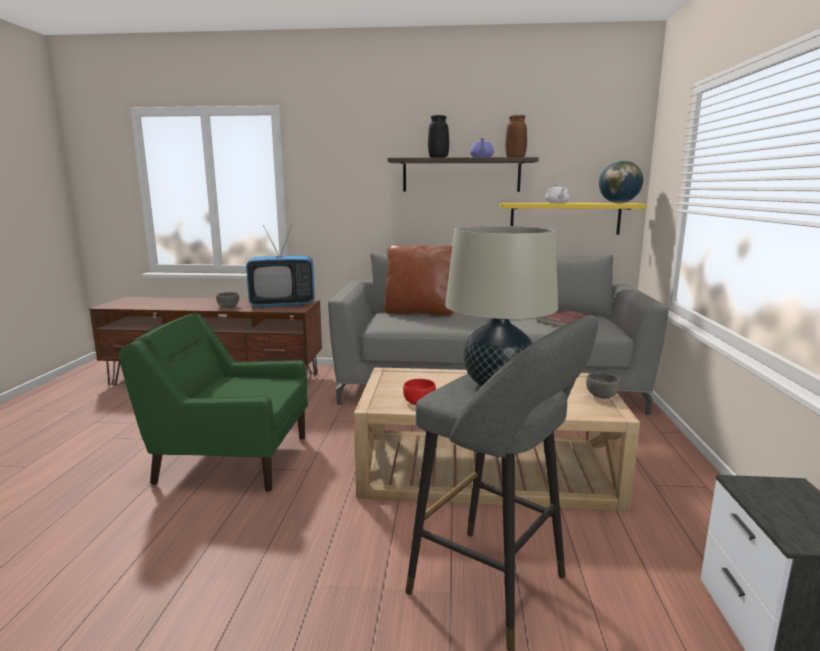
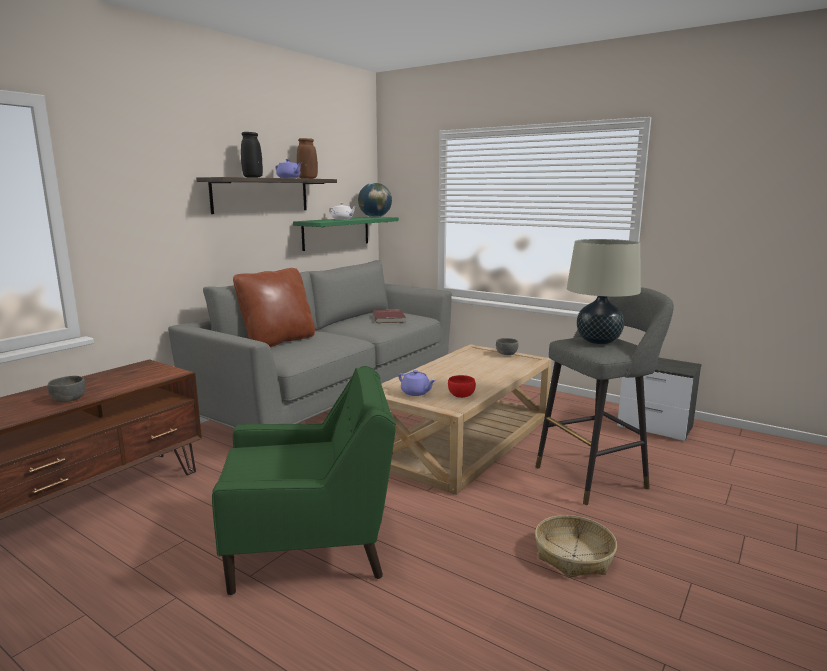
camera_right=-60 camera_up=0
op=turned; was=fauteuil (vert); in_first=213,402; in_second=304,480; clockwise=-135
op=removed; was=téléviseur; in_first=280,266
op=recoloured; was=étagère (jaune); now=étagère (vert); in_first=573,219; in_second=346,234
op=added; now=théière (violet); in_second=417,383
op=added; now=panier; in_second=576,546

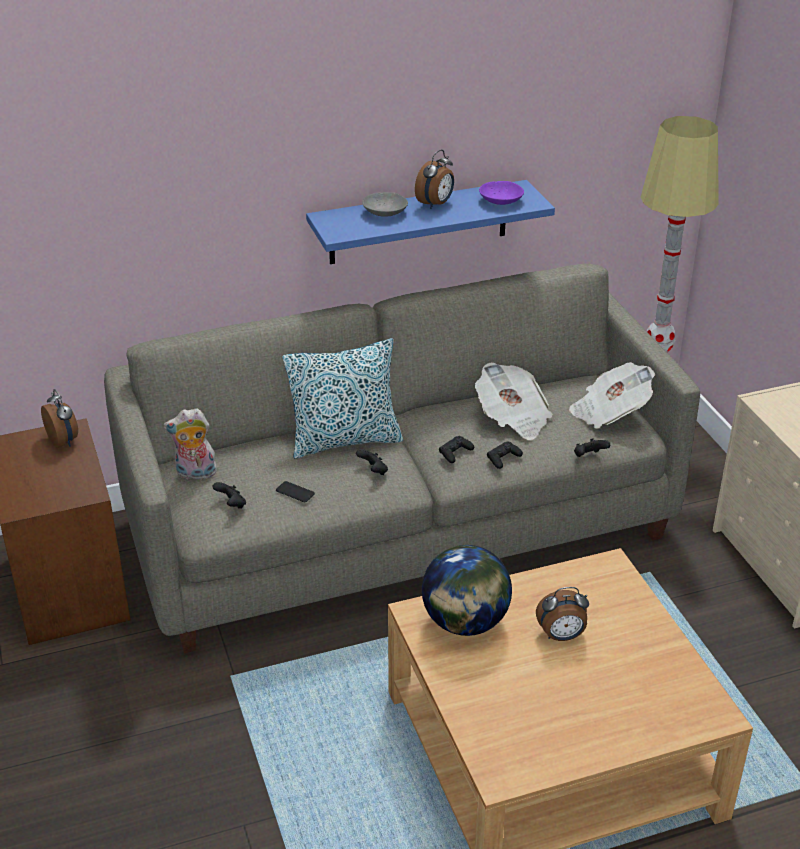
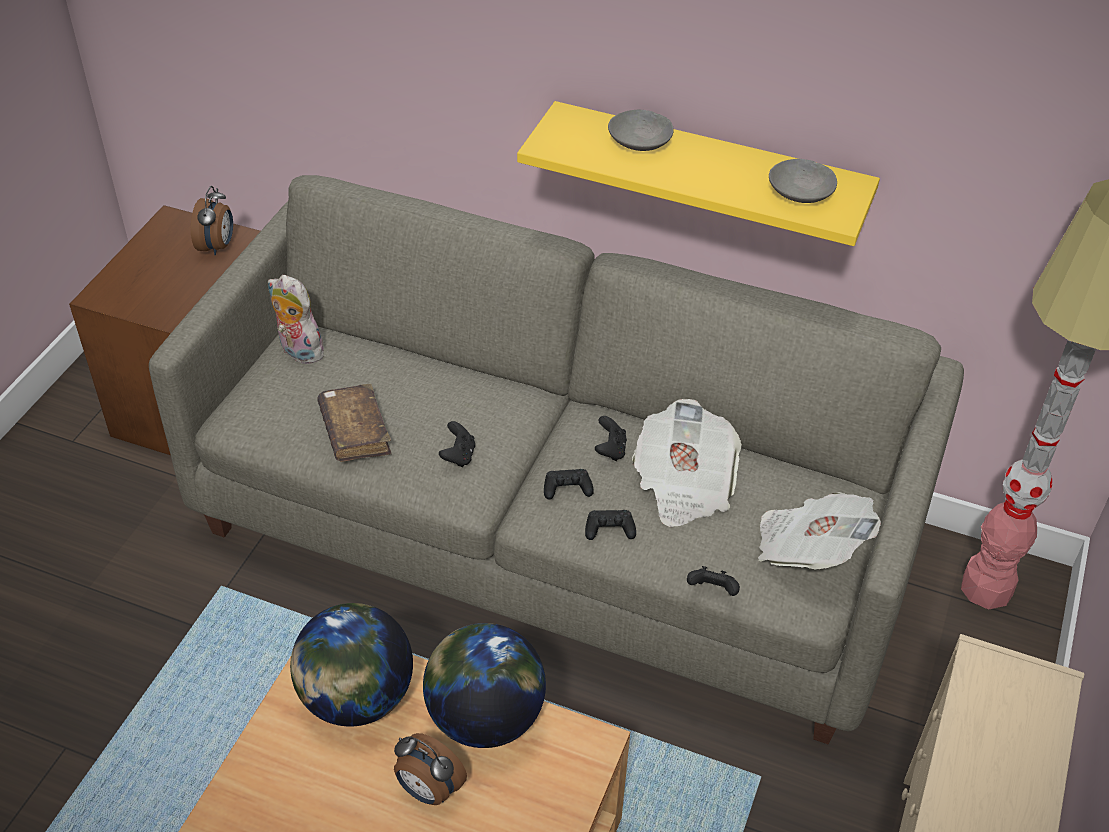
camera_right=40 camera_up=10
op=moved; was=manette (noir); in_first=229,495; in_second=611,438
op=replaced; was=téléphone; now=livre (marron); in_first=295,491; in_second=354,423
op=removed; was=coussin; in_first=343,398
op=recoloured; was=étagère (bleu); now=étagère (jaune); in_first=430,222; in_second=698,173
op=removed; was=réveil; in_first=434,179
op=recoloured; was=bol (violet); now=bol (gris); in_first=501,193; in_second=803,181
op=added; now=globe; in_second=484,685

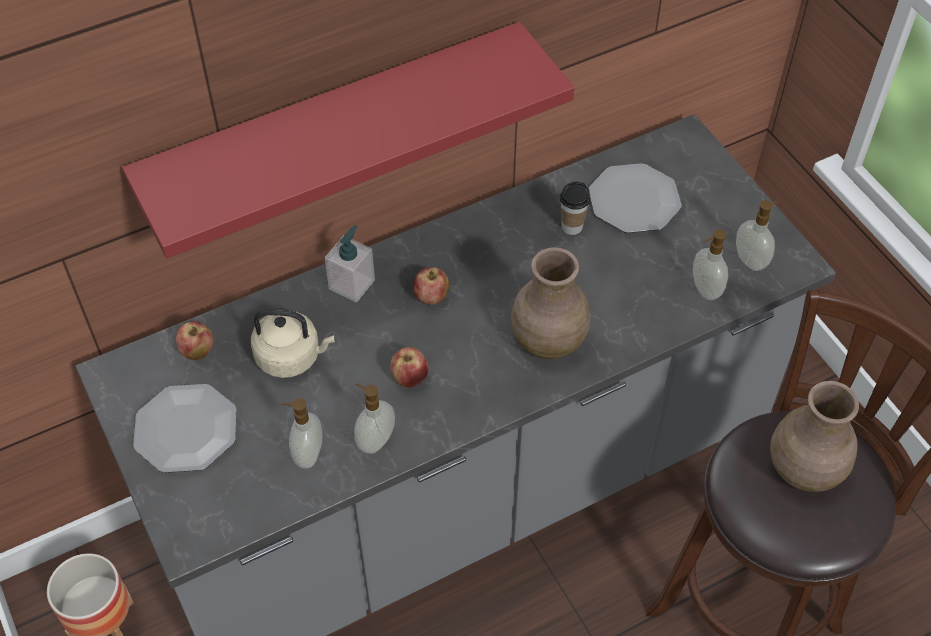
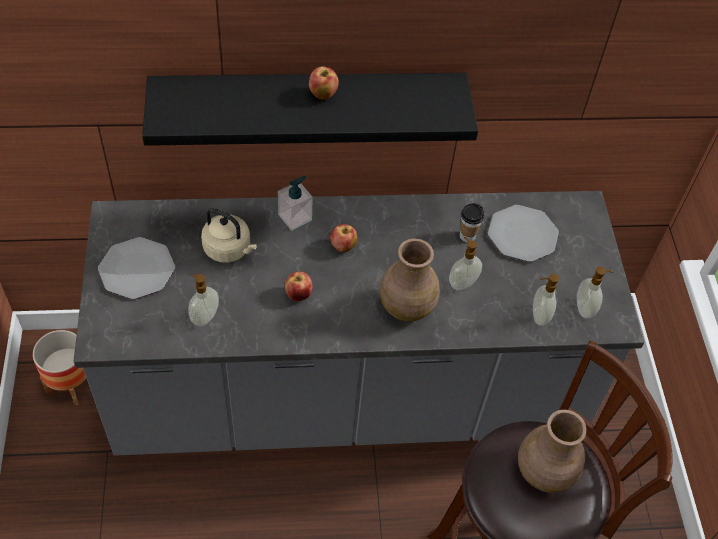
camera_right=20 camera_up=0
op=recoloured; was=étagère (rouge); now=étagère (noir); in_first=348,140; in_second=310,109
op=moved; was=pomme; in_first=195,340; in_second=324,83
op=moved; was=distributeur de savon; in_first=374,418; in_second=465,263

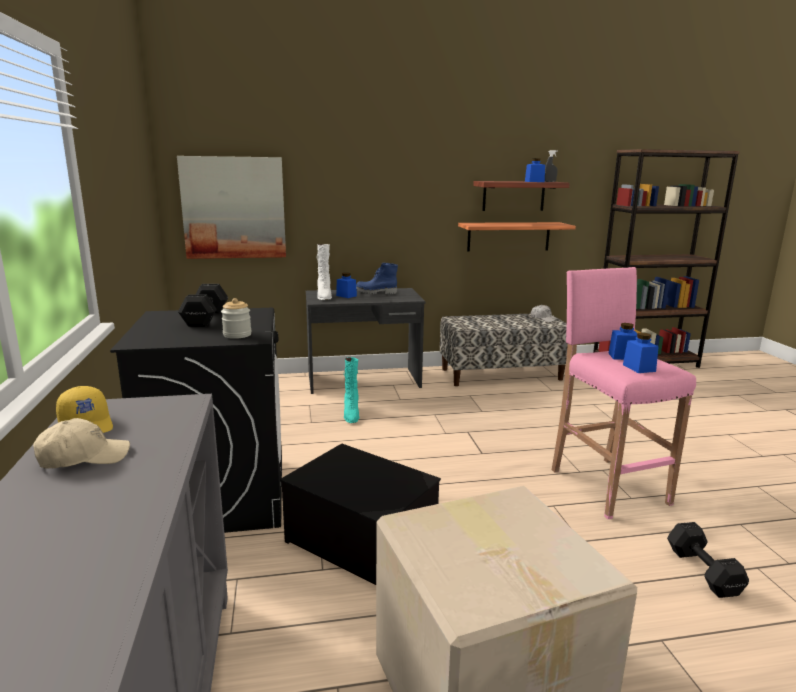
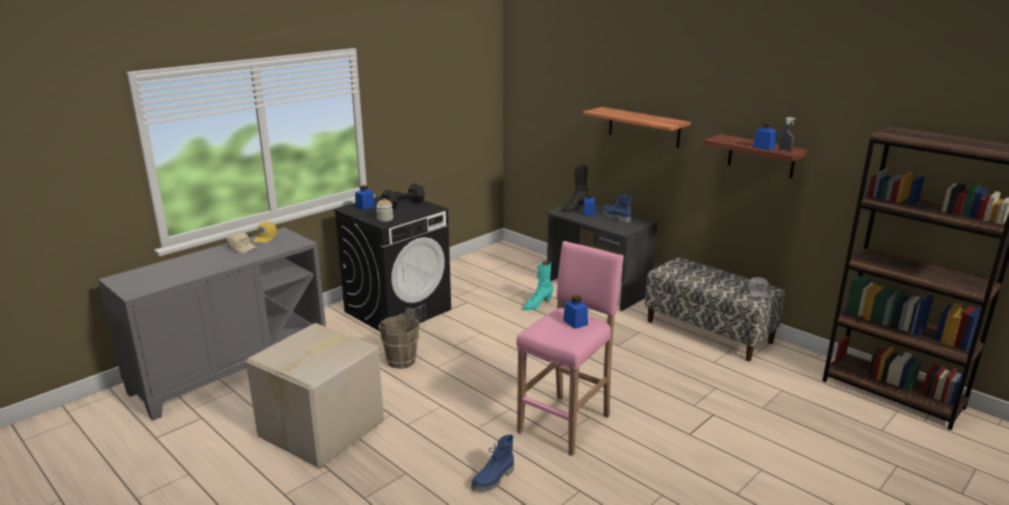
camera_right=55 camera_up=5
op=removed; was=tableau; in_first=231,207
op=replaced; was=boîte de rangement; now=seau (marron); in_first=360,514; in_second=399,338
op=recoloured; was=botte (blanc); now=botte (noir); in_first=324,272; in_second=575,188
op=moved; was=étagère; in_first=517,237; in_second=636,127
op=moved; was=bocal (bleu); in_first=641,352; in_second=365,197
op=replaced; was=haltère (noir); now=botte (bleu); in_first=708,560; in_second=492,463

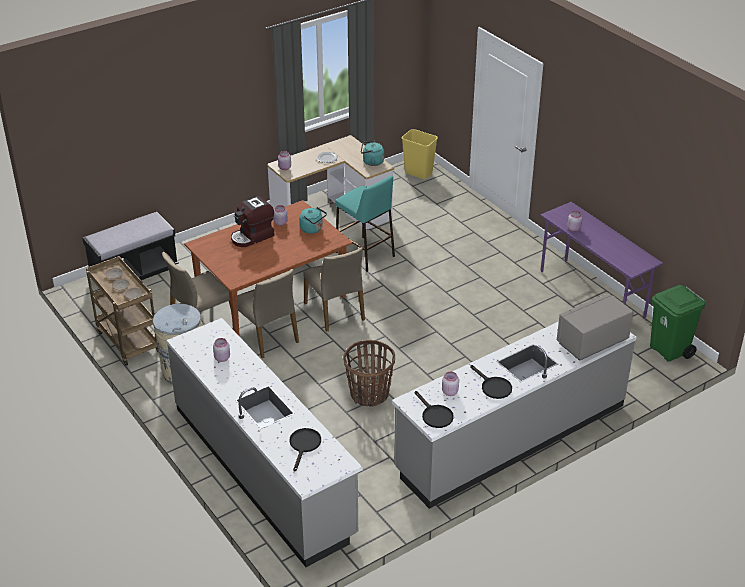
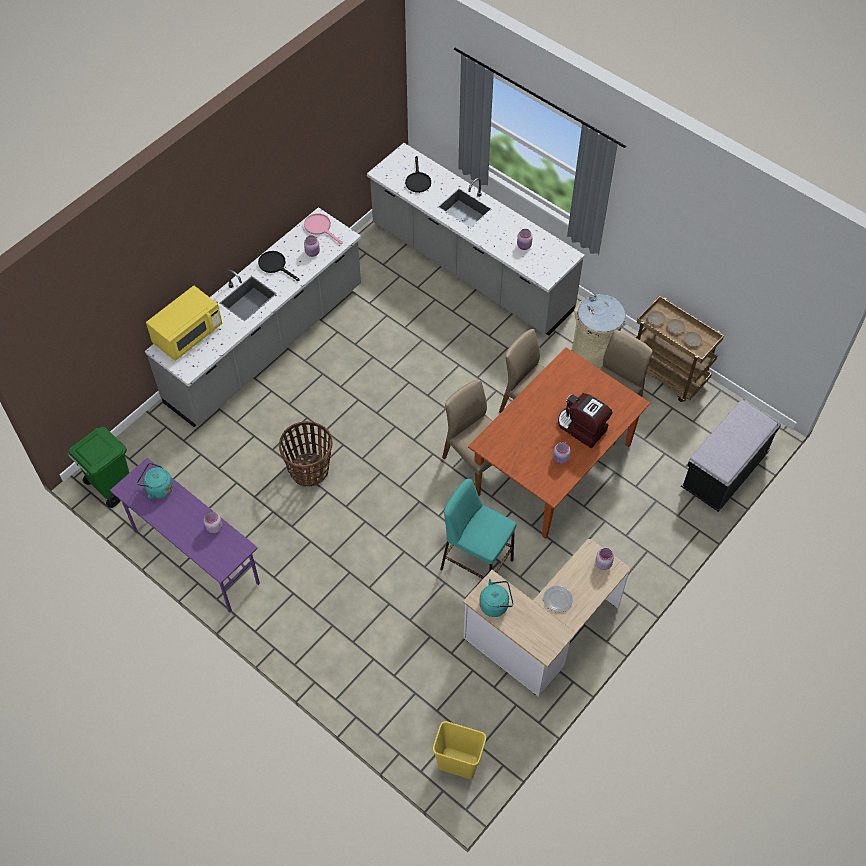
camera_right=165 camera_up=20
op=turned; was=machine à café; in_first=253,221; in_second=585,420; clockwise=-90
op=moved; was=bouilloire (turquoise); in_first=313,220; in_second=155,481
op=moved; was=panier; in_first=369,373; in_second=305,454
op=recoloured; was=poêle (noir); now=poêle (rose); in_first=434,409; in_second=323,229
op=recoloured; was=micro-ondes (gris); now=micro-ondes (jaune); in_first=595,327; in_second=184,323

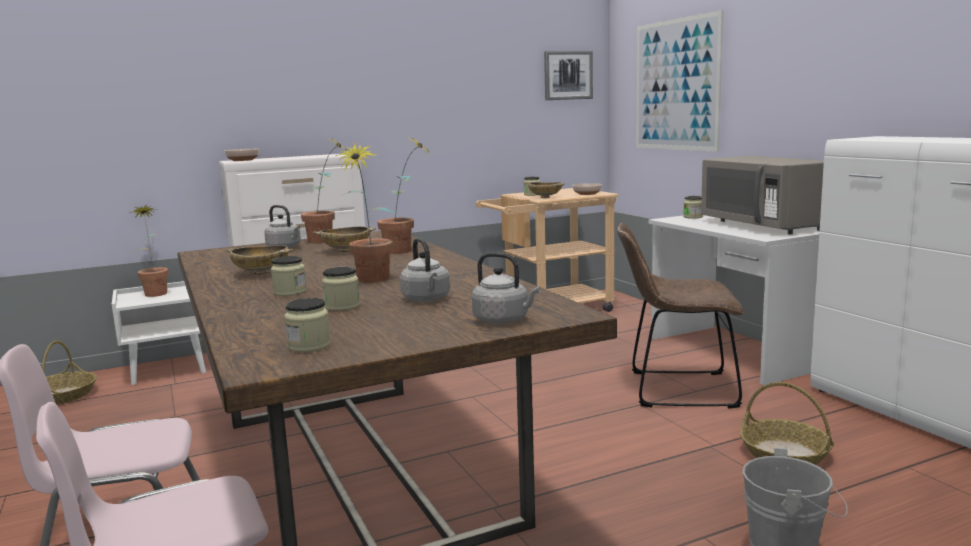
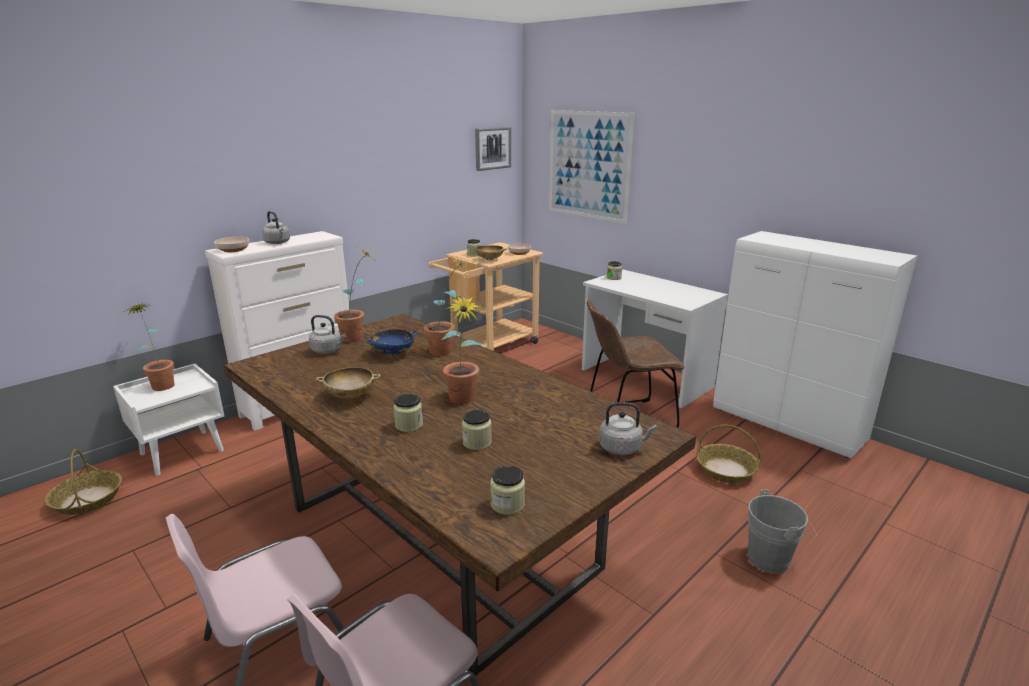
camera_right=-20 camera_up=10
op=recoloured; was=bol (beige); now=bol (bleu); in_first=344,239; in_second=391,342
op=moved; was=bouilloire (gris); in_first=425,270; in_second=276,227
op=removed; was=micro-ondes (gris); in_first=762,195

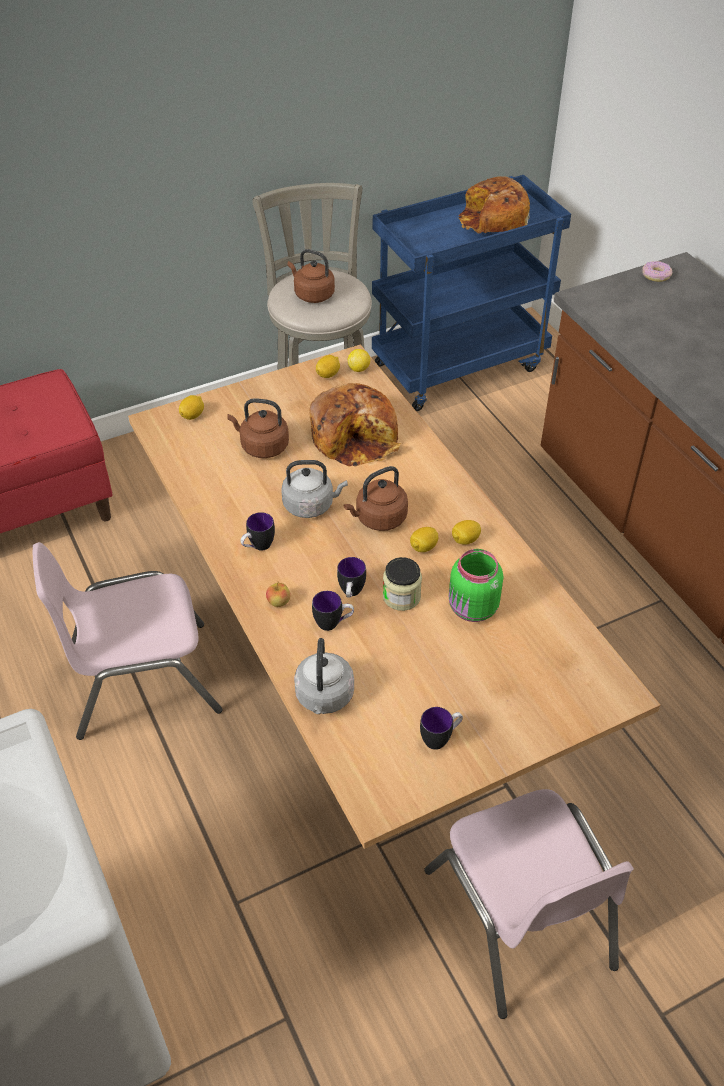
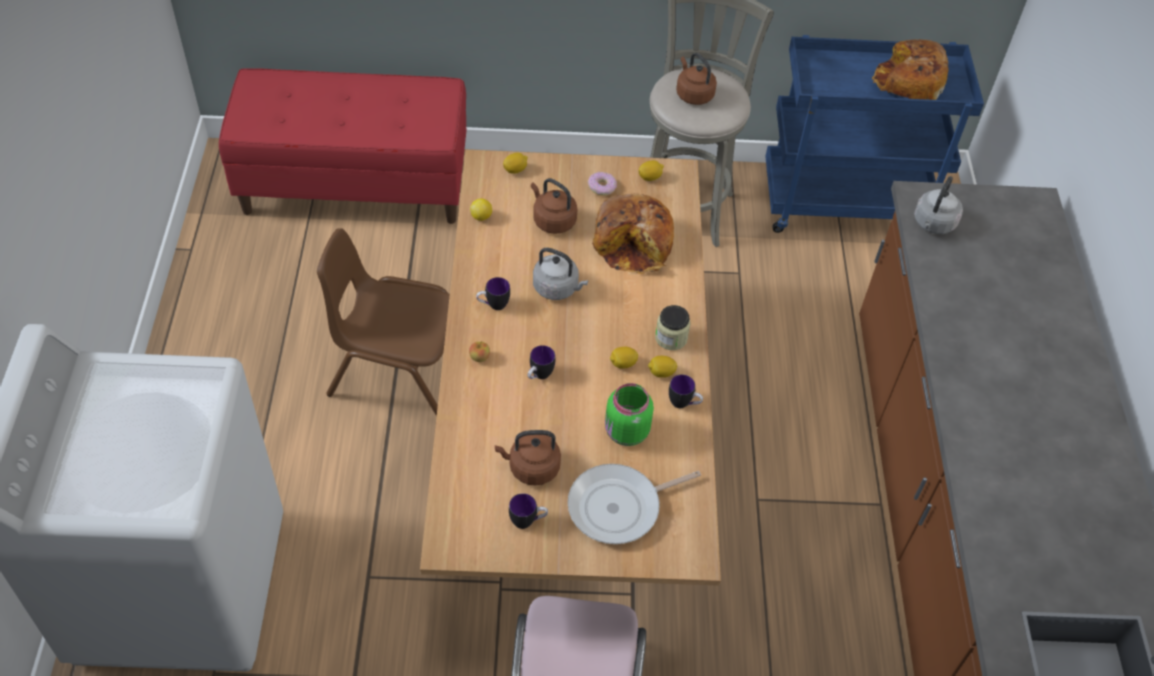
camera_right=25 camera_up=5
op=recoloured; was=chaise (rose); now=chaise (marron); in_first=128,641; in_second=383,322
op=moved; was=bouilloire (gris); in_first=324,676; in_second=938,205
op=moved; was=mug; in_first=333,611; in_second=686,391
op=moved; was=bouilloire (marron); in_first=375,498; in_second=528,458
op=moved; was=citron; in_first=359,360; in_second=481,209
op=moved; was=bocal; in_first=402,584; in_second=672,327
op=moved; was=beignet; in_first=657,271; in_second=602,184
op=added; now=poêle; in_second=634,504

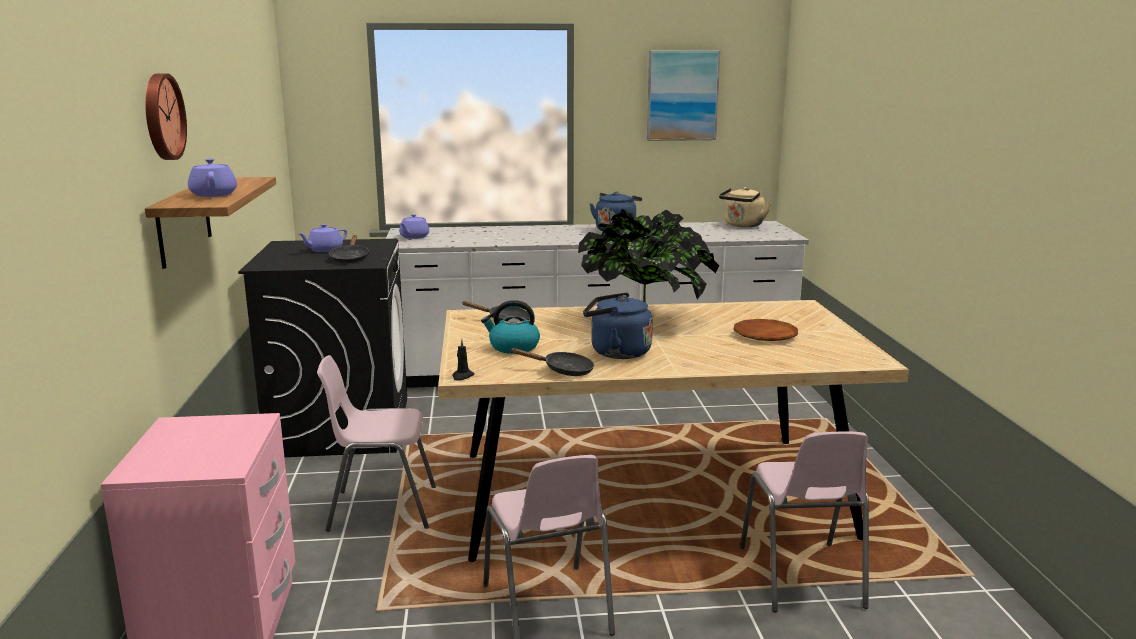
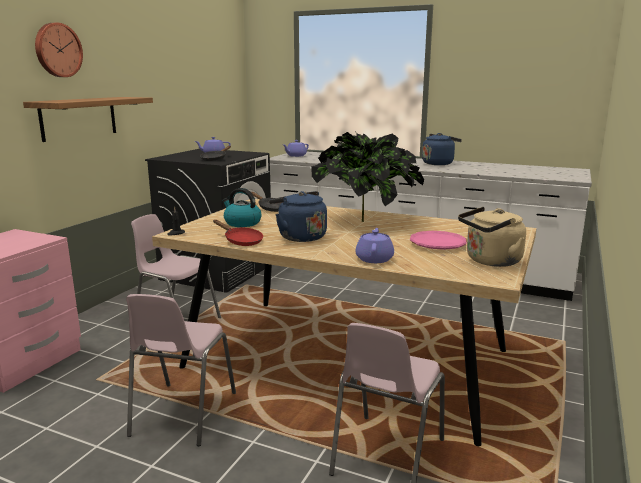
camera_right=30 camera_up=0
op=moved; was=théière (violet); in_first=212,177; in_second=374,245
op=recoloured; was=poêle (noir); now=poêle (rouge); in_first=552,362; in_second=238,233
op=removed; was=tableau; in_first=683,95
op=moved; was=bouilloire (beige); in_first=745,207; in_second=492,237
op=recoloured; was=assiette (marron); now=assiette (rose); in_first=765,330; in_second=438,240

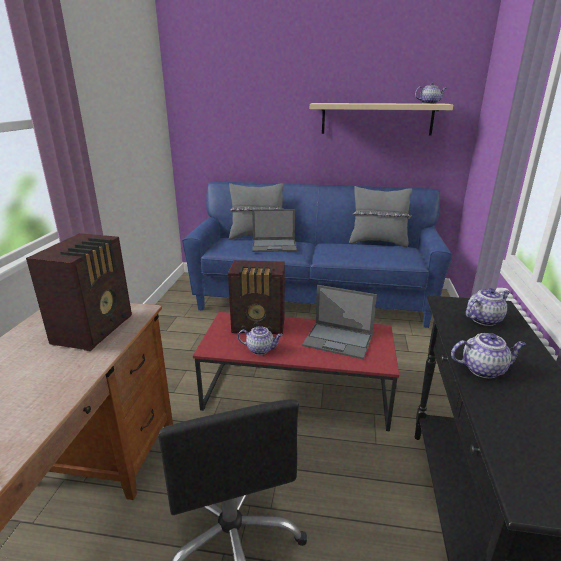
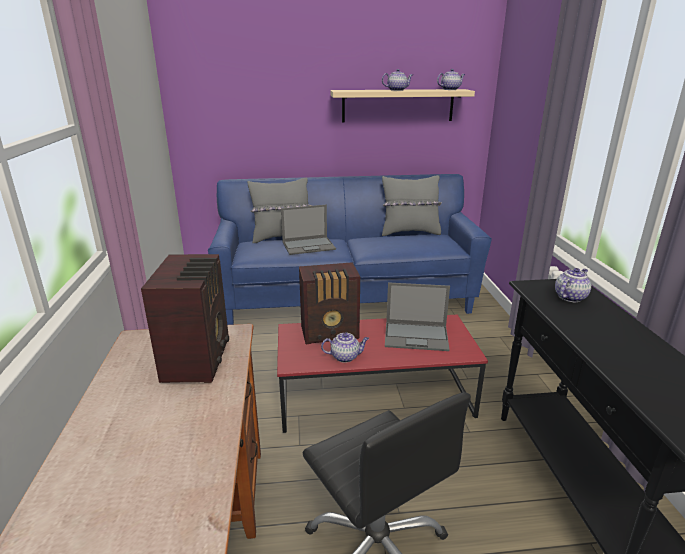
camera_right=-15 camera_up=0
op=moved; was=théière; in_first=488,355; in_second=397,80

